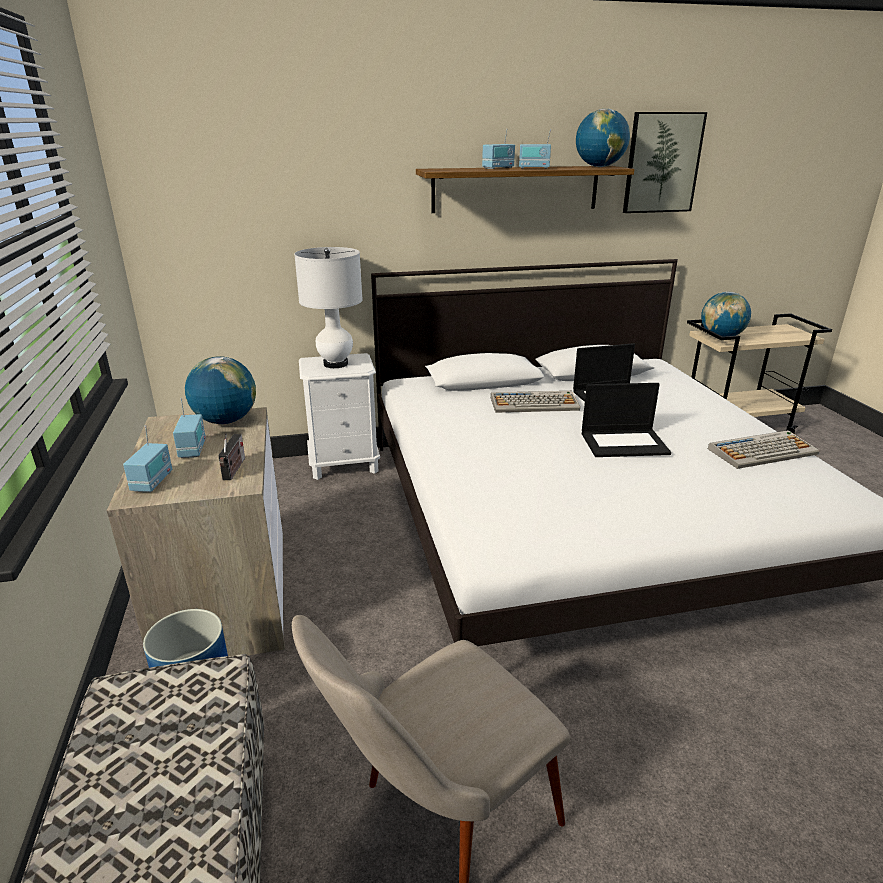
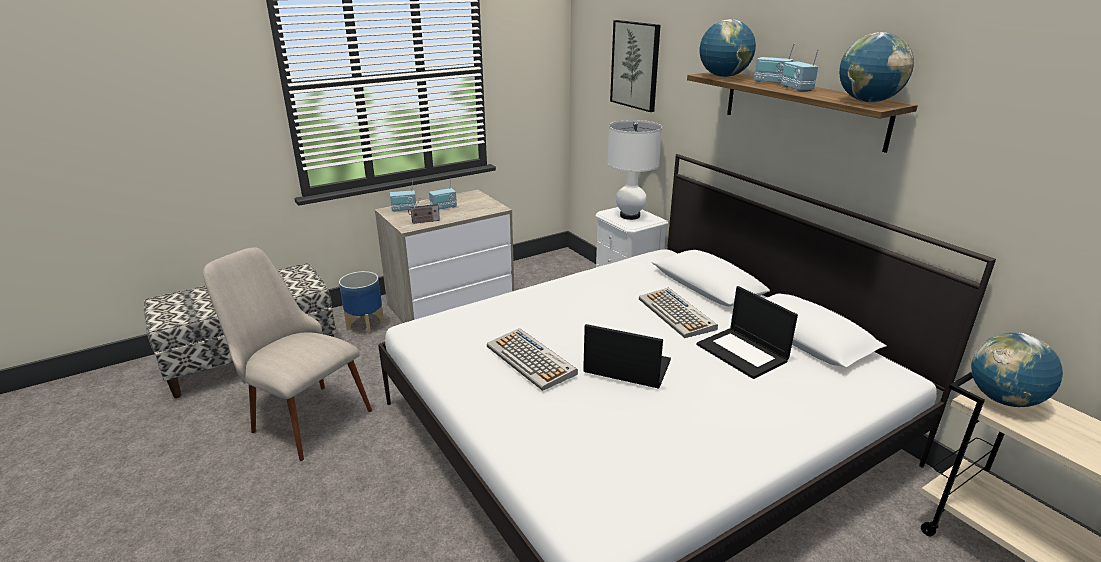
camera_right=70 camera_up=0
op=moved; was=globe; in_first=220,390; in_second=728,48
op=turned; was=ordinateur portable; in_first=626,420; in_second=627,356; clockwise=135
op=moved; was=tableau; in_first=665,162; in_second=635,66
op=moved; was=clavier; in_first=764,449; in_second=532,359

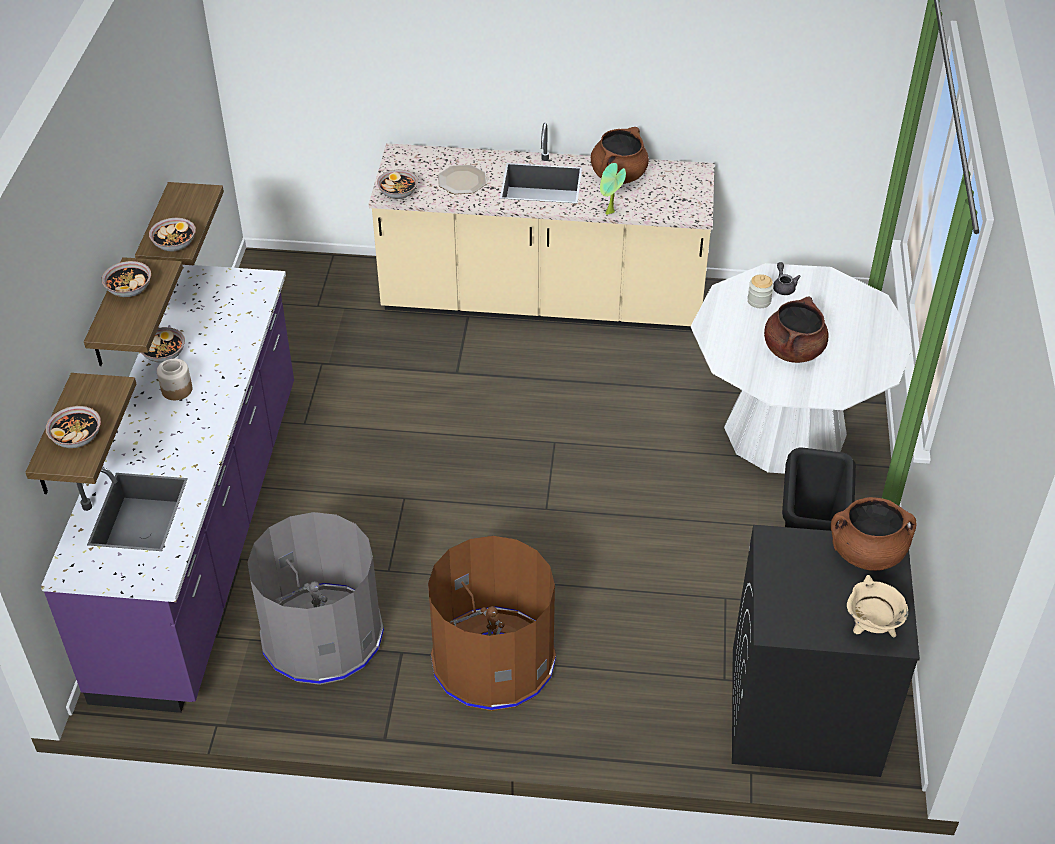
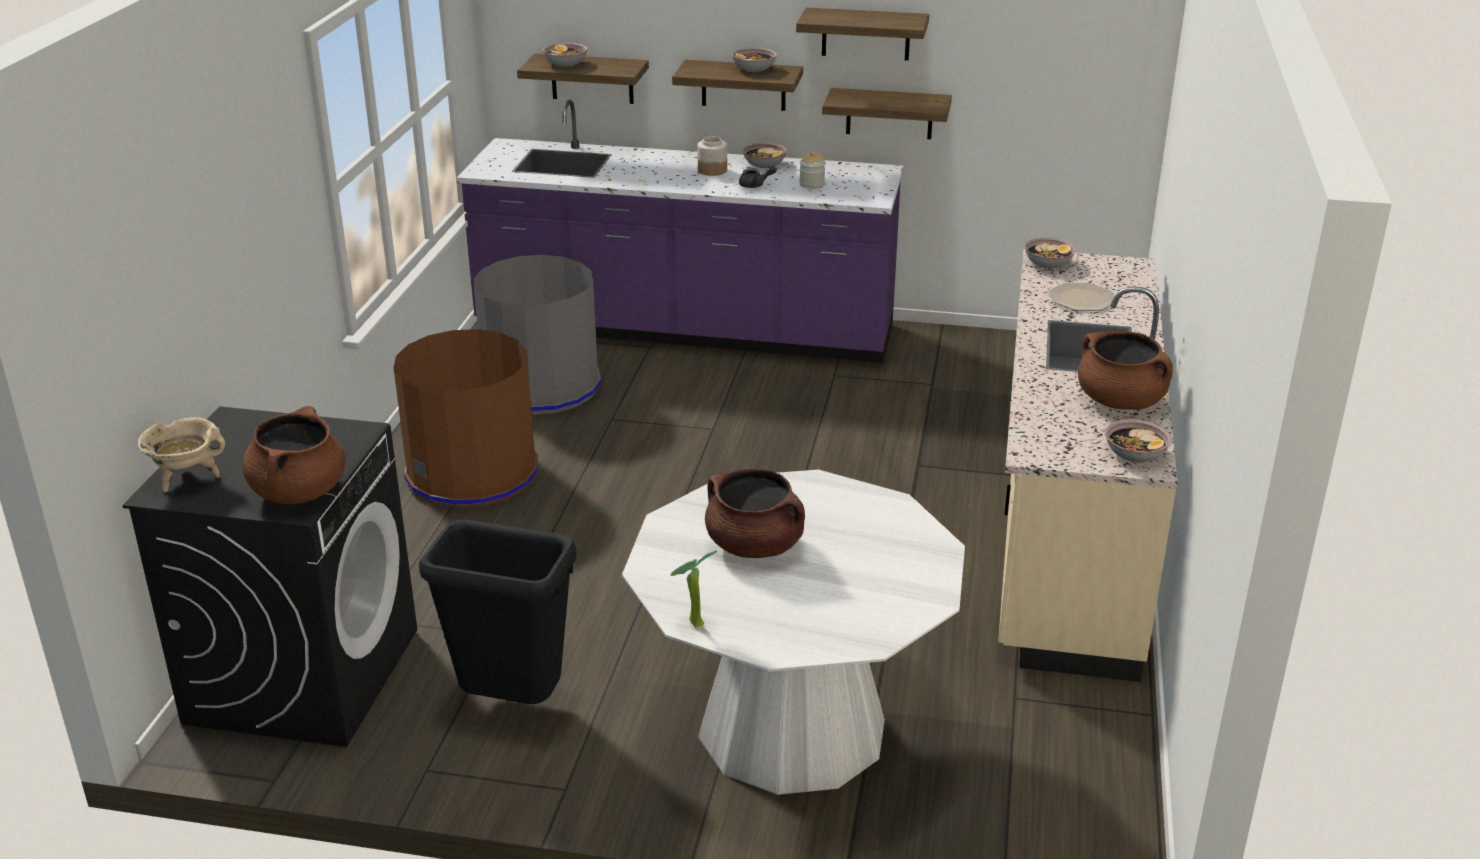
camera_right=95 camera_up=-15
op=moved; was=bol; in_first=172,234; in_second=1138,440
op=moved; was=plante en pot; in_first=613,189; in_second=694,589
op=moved; was=bocal; in_first=760,291; in_second=812,170
op=moved; was=théière (gris); in_first=787,278; in_second=758,177
op=added; now=étagère; in_second=862,34

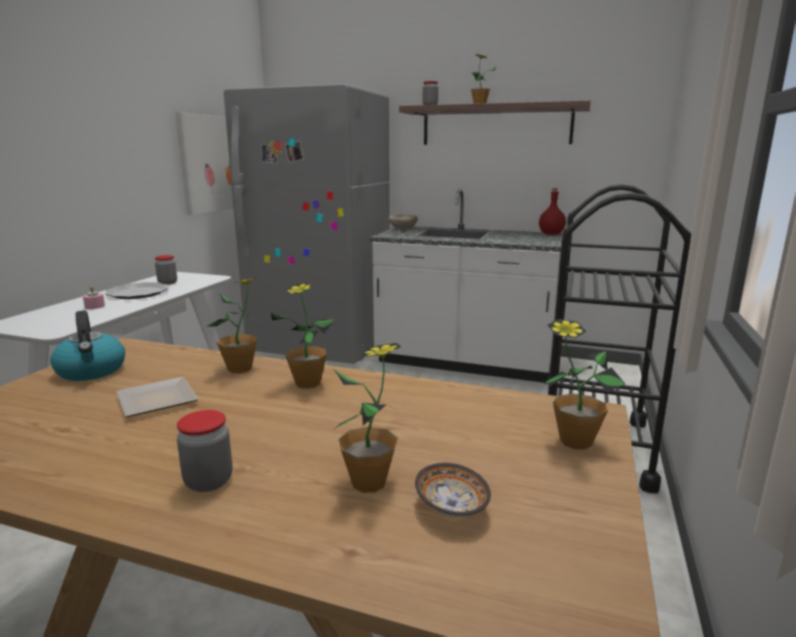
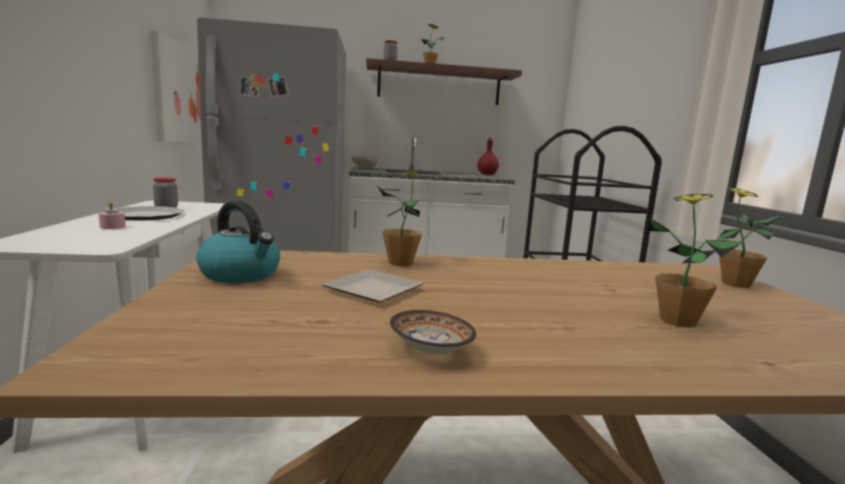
camera_right=-25 camera_up=-5
op=removed; was=bocal; in_first=204,451
op=removed; was=plante en pot; in_first=303,336
op=moved; was=bol; in_first=453,490; in_second=433,332

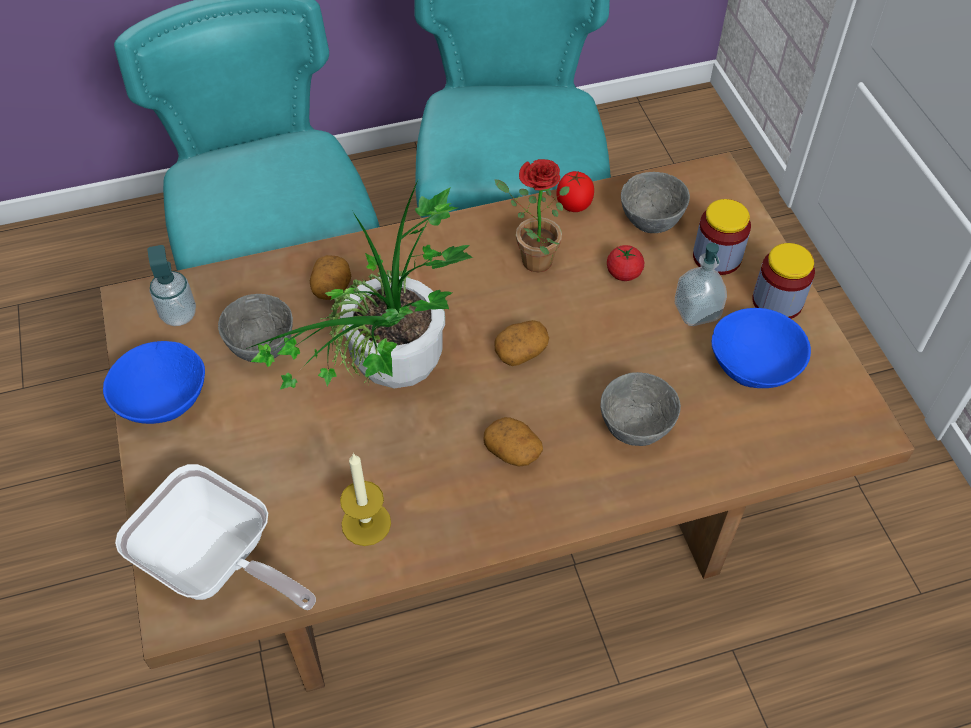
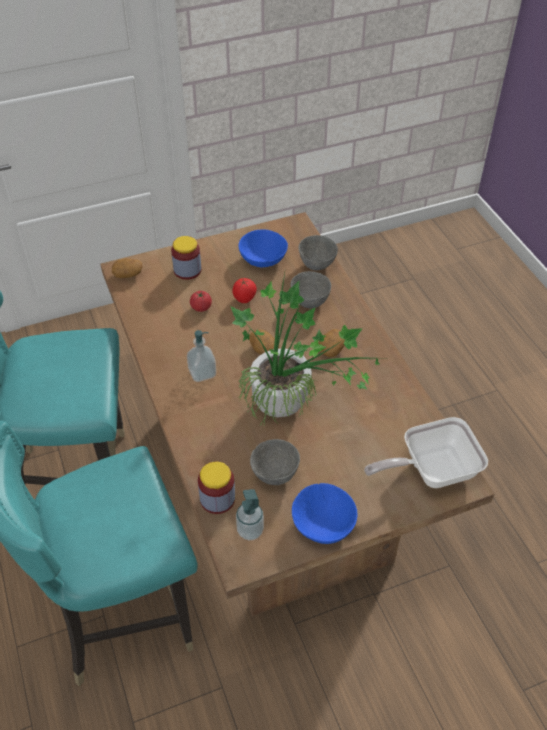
camera_right=-95 camera_up=-5
op=turned; was=poêle; in_first=215,537; in_second=426,452; clockwise=-135
op=moved; was=pomme de terre; in_first=330,277; in_second=127,268
op=removed; was=bougie; in_first=365,499
op=removed; was=plante en pot; in_first=532,215
op=moved; was=tomate; in_first=575,191; in_second=245,290
op=moved; was=bol (gris); in_first=655,202; in_second=318,252
op=moved; was=distributeur de savon; in_first=701,284; in_second=201,356
op=moved; was=bocal; in_first=783,281; in_second=216,487

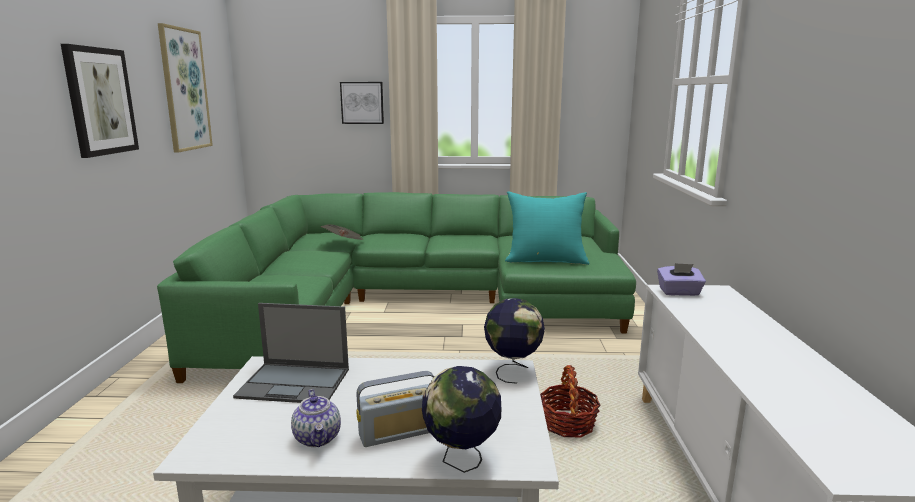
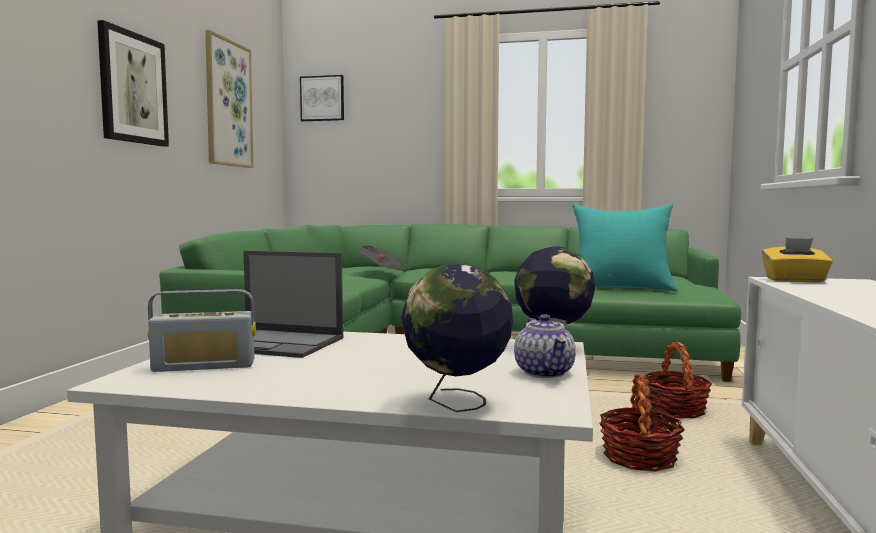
camera_right=10 camera_up=-10
op=moved; was=théière; in_first=316,418; in_second=545,346
op=moved; was=tableau; in_first=362,103; in_second=322,98
op=moved; was=radio; in_first=395,409; in_second=202,330
op=recoloured; was=boîte à mouchoirs (violet); now=boîte à mouchoirs (jaune); in_first=681,279; in_second=797,260
op=added; now=panier; in_second=678,380

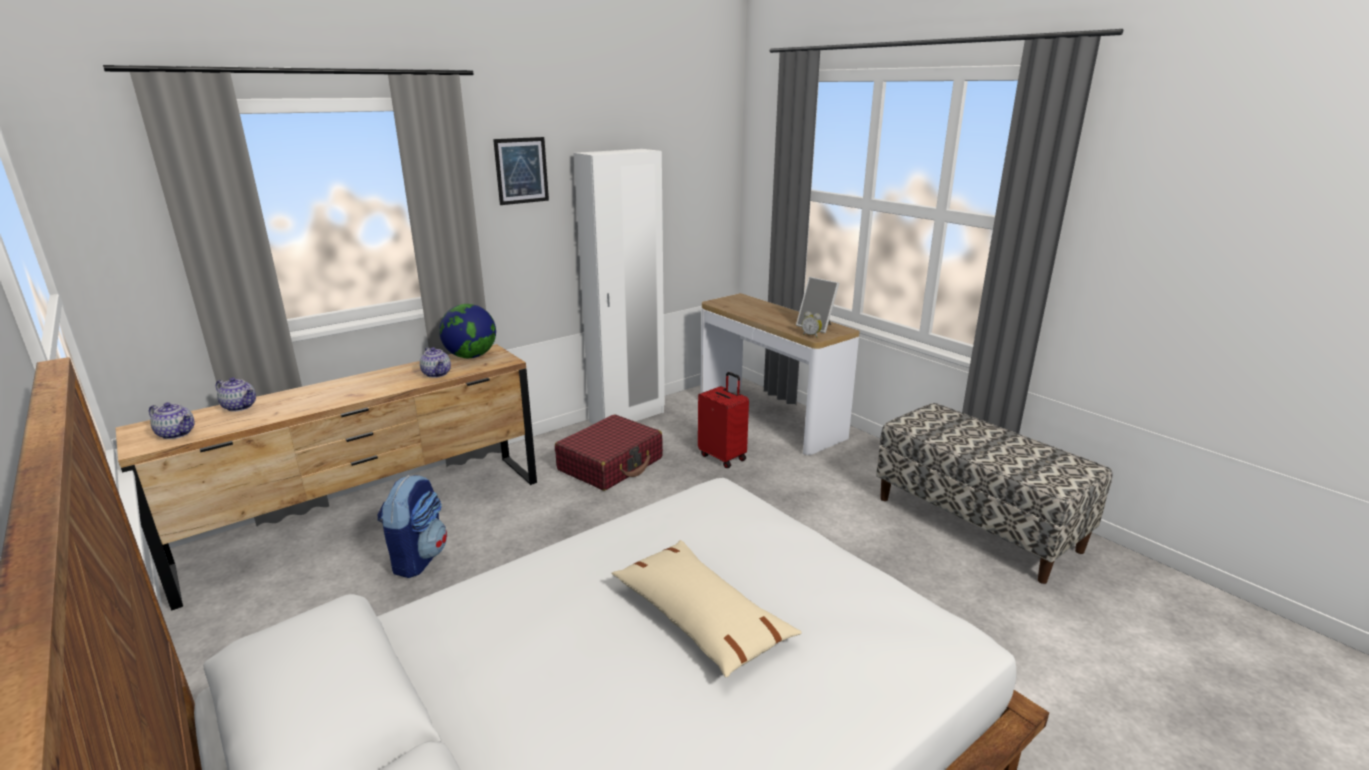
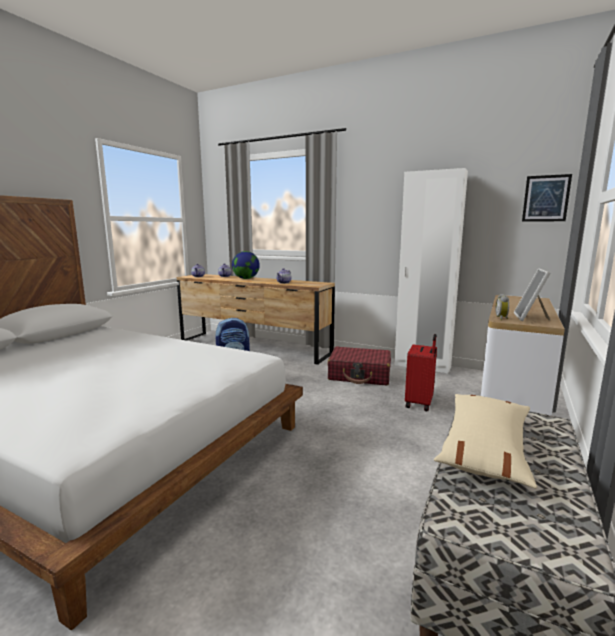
camera_right=65 camera_up=-10
op=moved; was=globe; in_first=467,331; in_second=246,265
op=moved; was=tableau; in_first=521,171; in_second=547,198
op=moved; was=coussin (beige); in_first=706,608; in_second=485,441

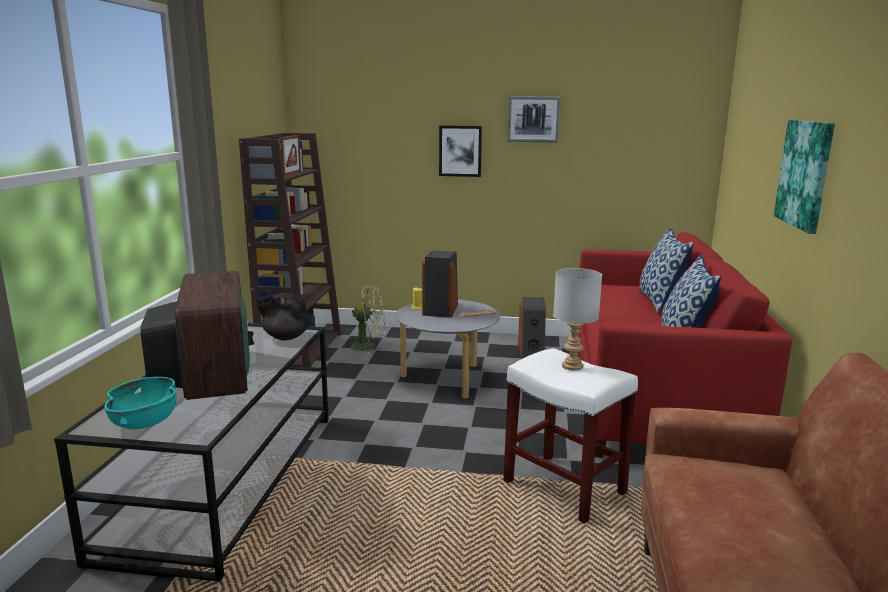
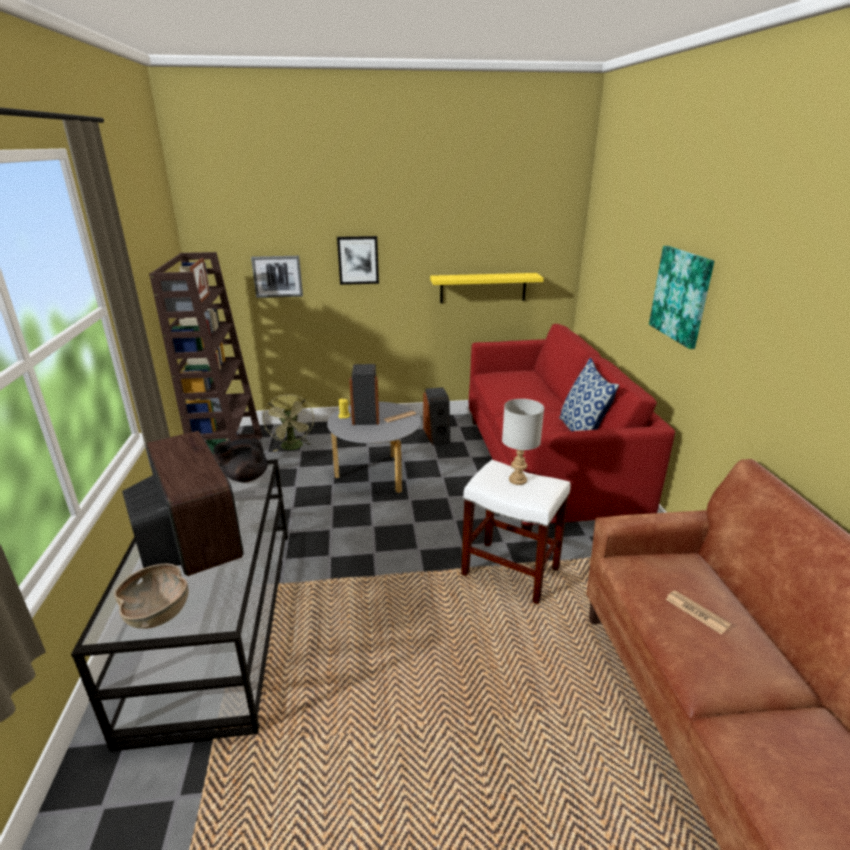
camera_right=-15 camera_up=10
op=recoloured; was=bol (turquoise); now=bol (marron); in_first=140,403; in_second=151,596
op=turned; was=ventilateur (vert); in_first=365,319; in_second=288,422; clockwise=90
op=moved; was=tableau; in_first=534,119; in_second=277,277
op=removed; was=coussin; in_first=666,270
op=added; now=étagère (jaune); in_second=487,288
op=added; now=journal; in_second=698,612

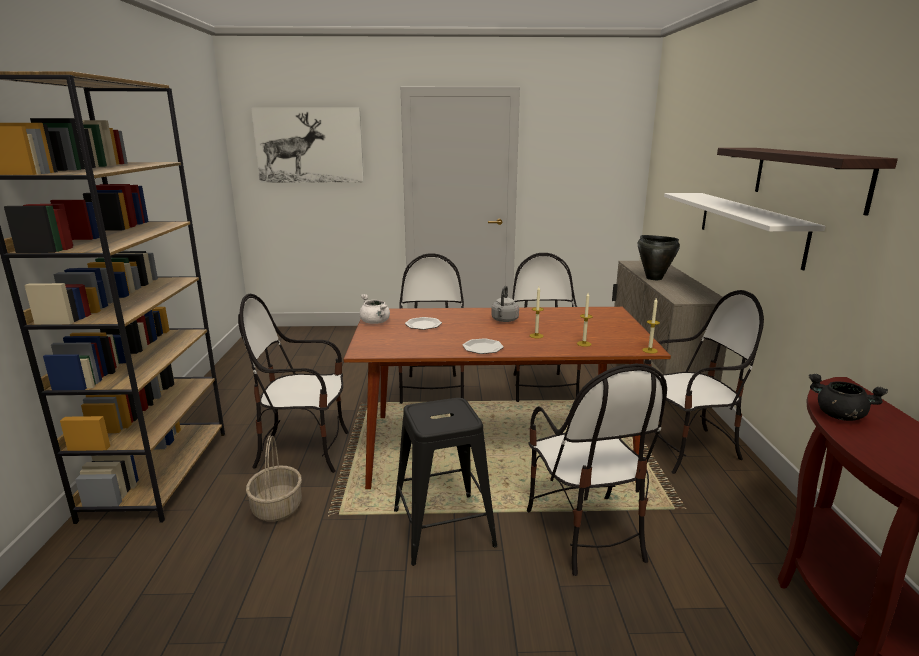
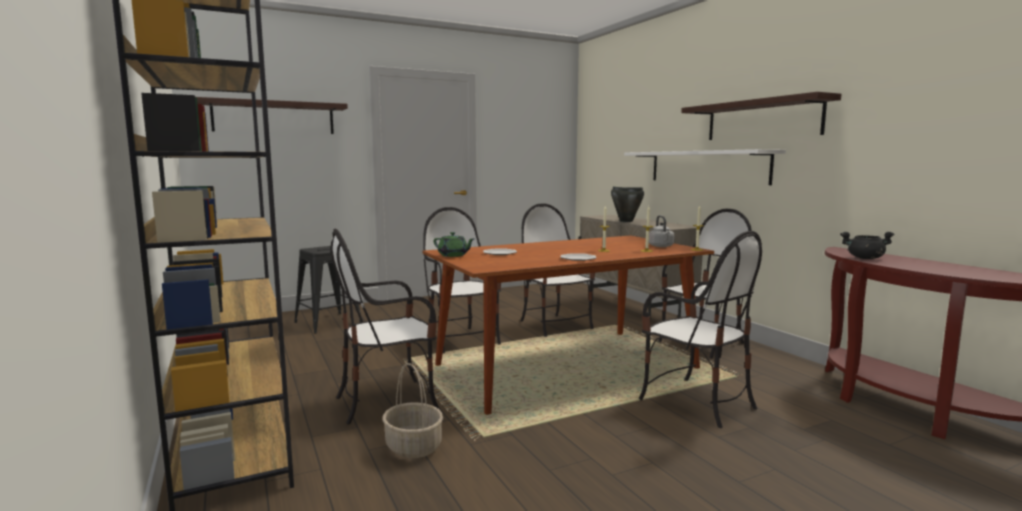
camera_right=-25 camera_up=-10
op=replaced; was=tableau; now=étagère; in_first=307,145; in_second=272,115
op=replaced; was=marmite (blanc); now=théière (vert); in_first=374,309; in_second=454,244
op=moved; was=tabouret (noir); in_first=445,482; in_second=327,289
op=moved; was=bouilloire (gris); in_first=505,304; in_second=662,231

